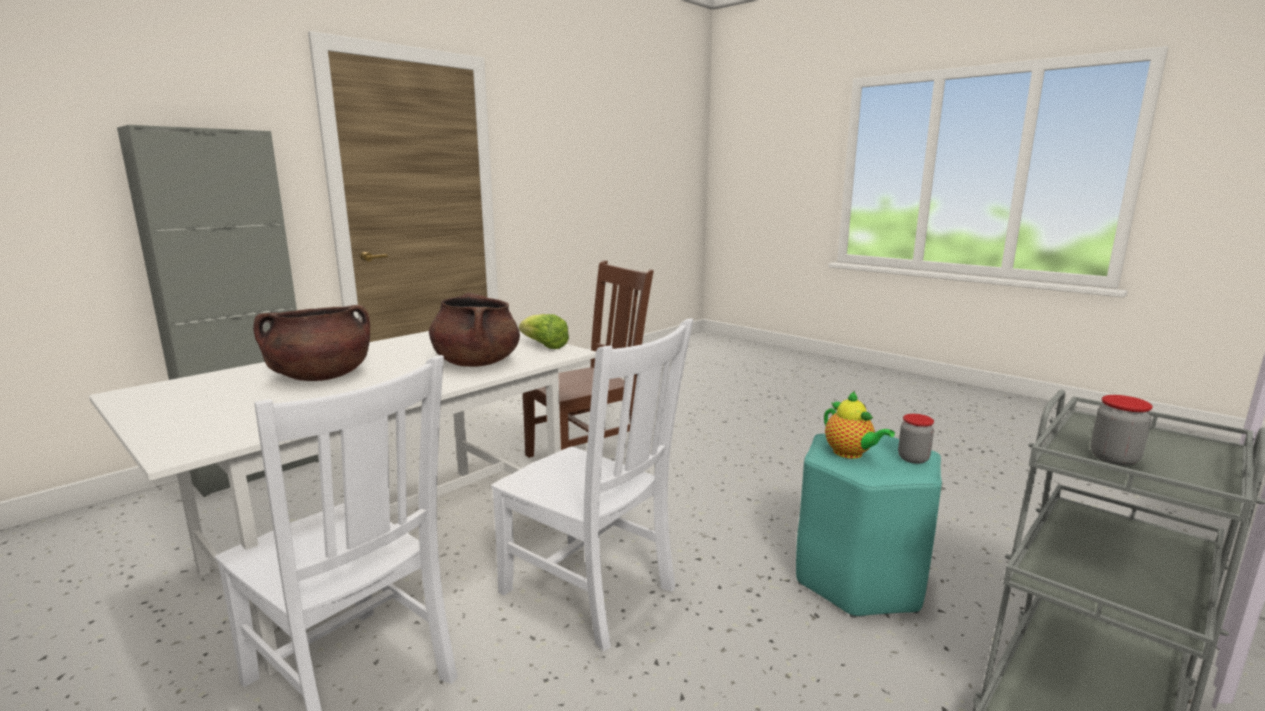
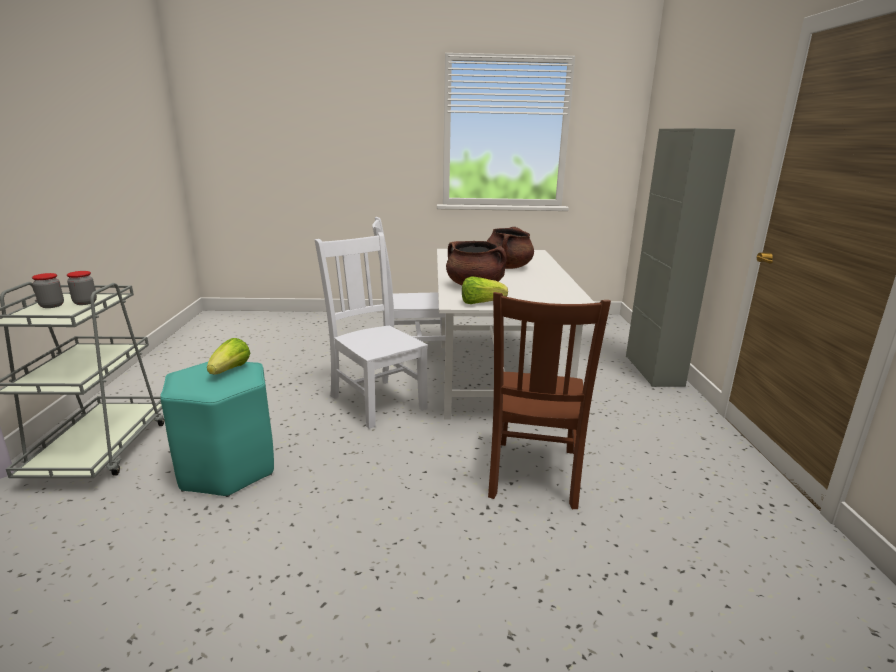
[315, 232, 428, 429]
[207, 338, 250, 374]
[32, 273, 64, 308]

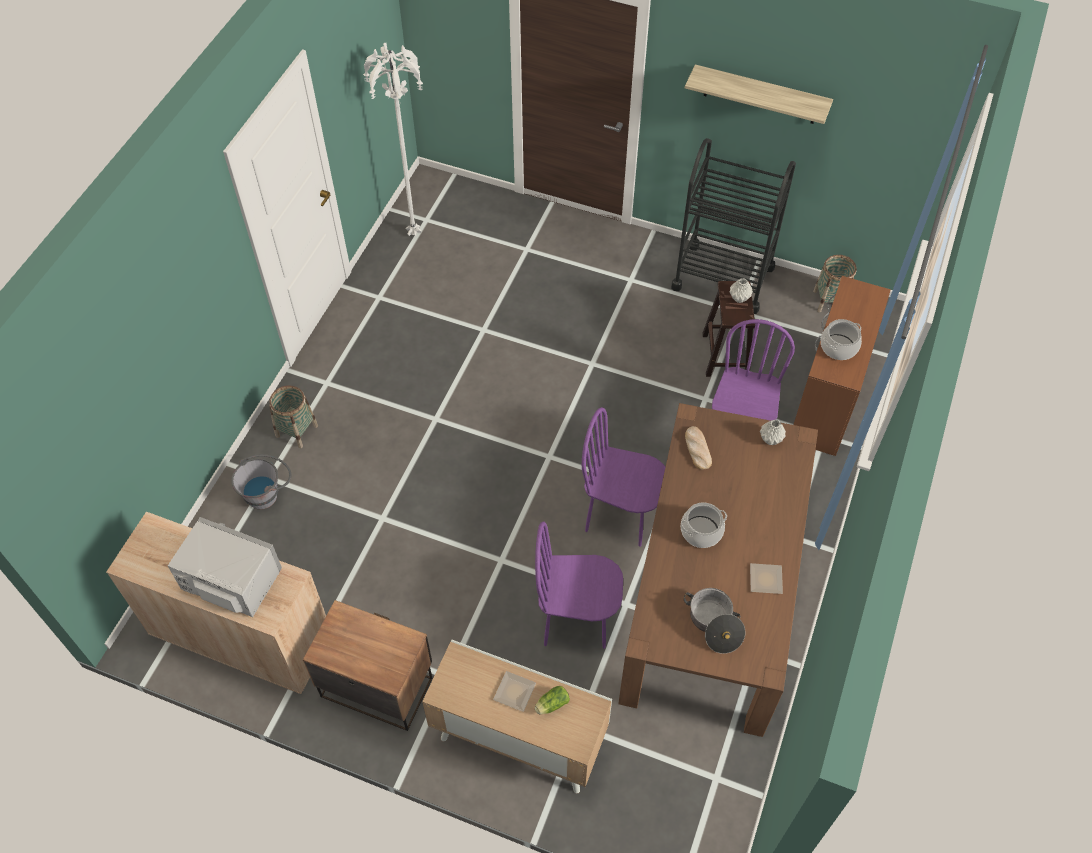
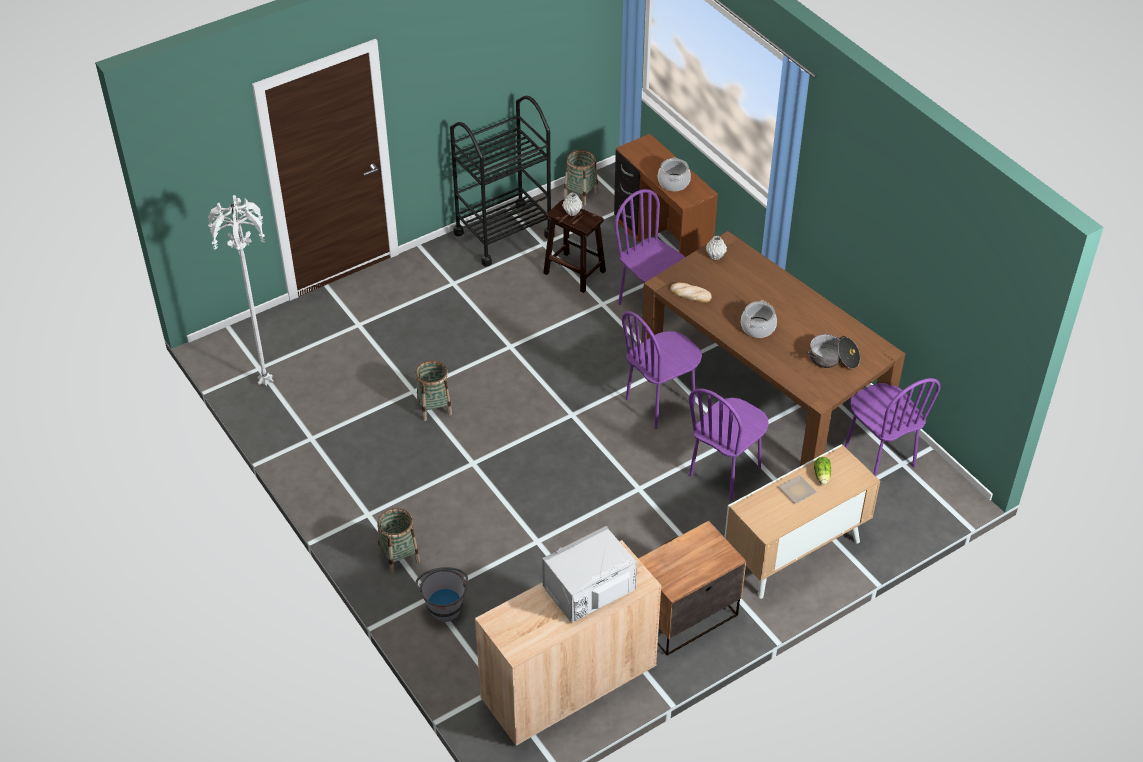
[685, 64, 833, 124] (first image)
[750, 563, 783, 594] (first image)
[415, 360, 452, 421]
[845, 378, 941, 476]

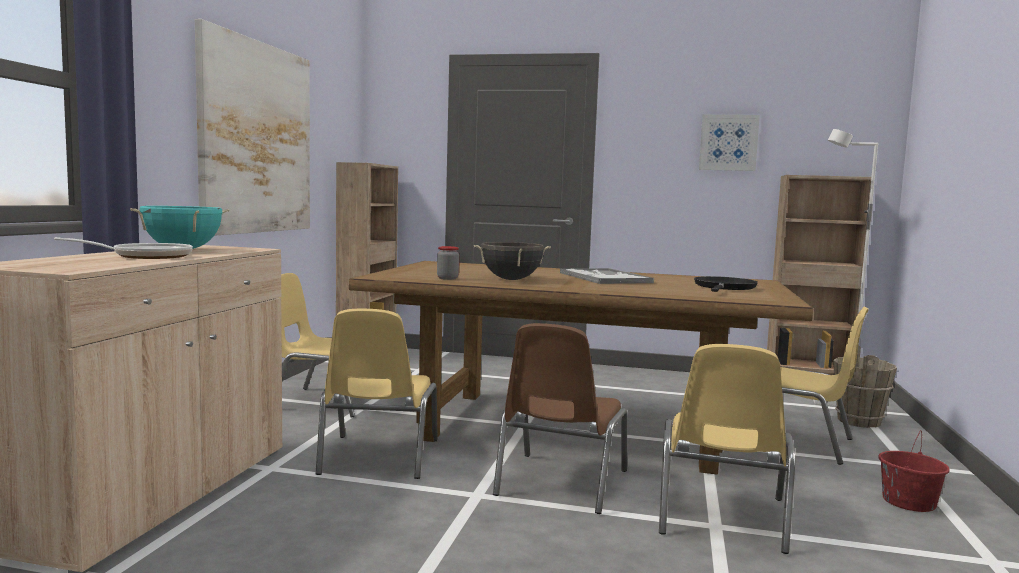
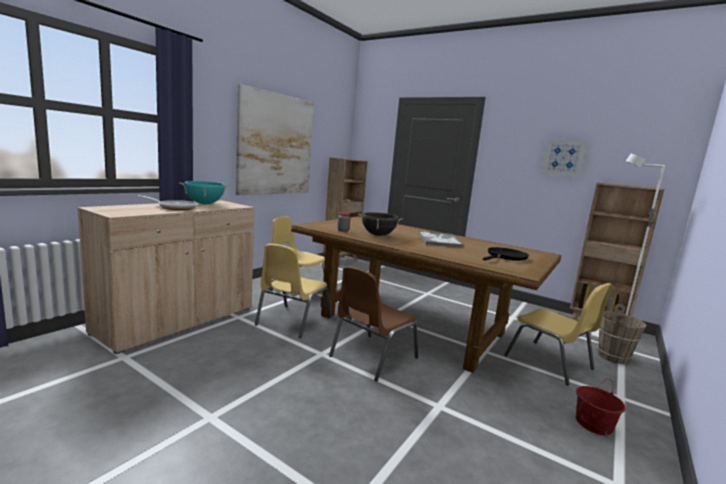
[659, 344, 795, 554] (first image)

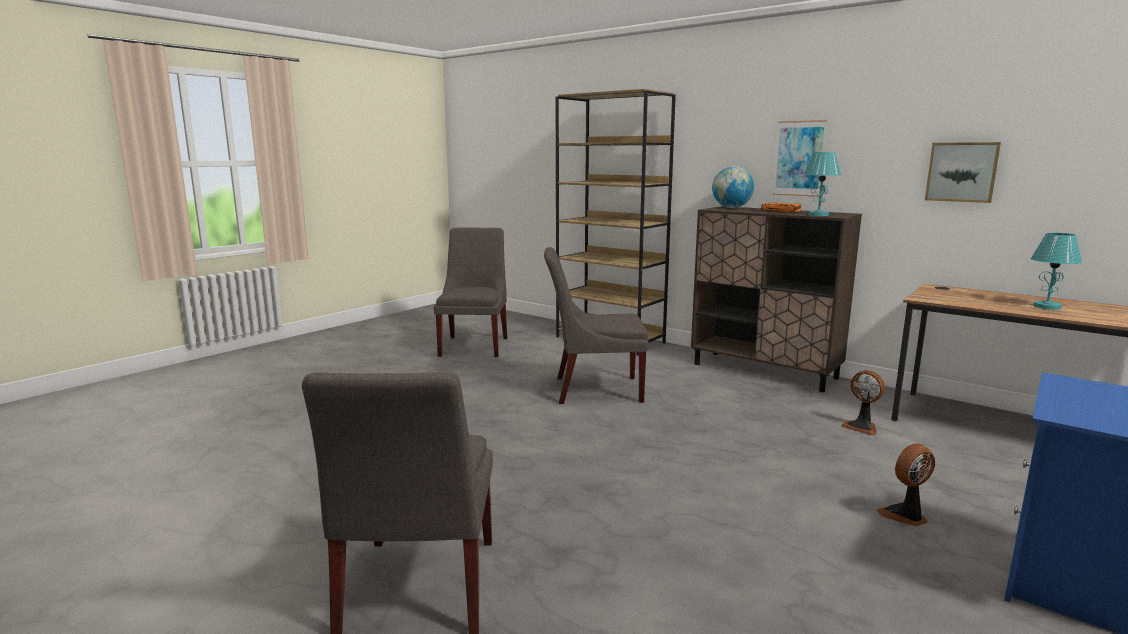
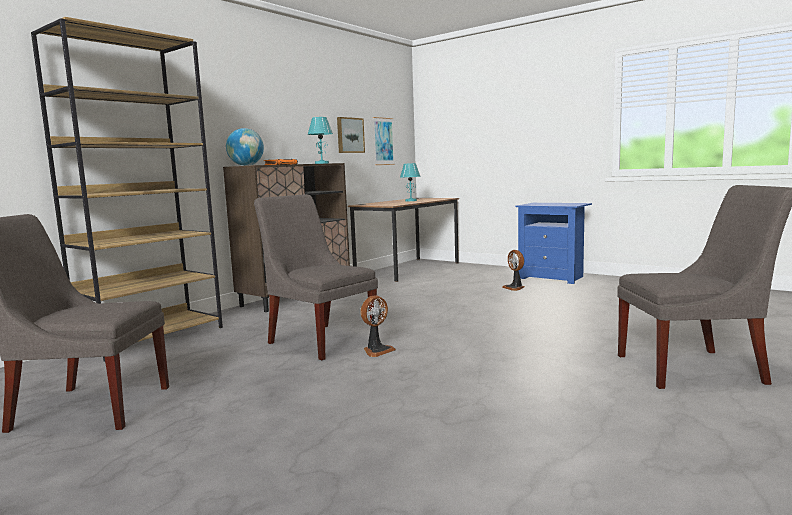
[373, 117, 395, 165]
[254, 194, 378, 360]
[361, 295, 396, 357]

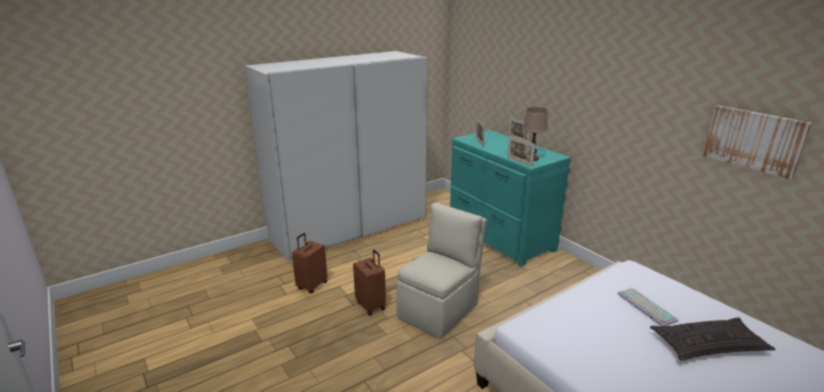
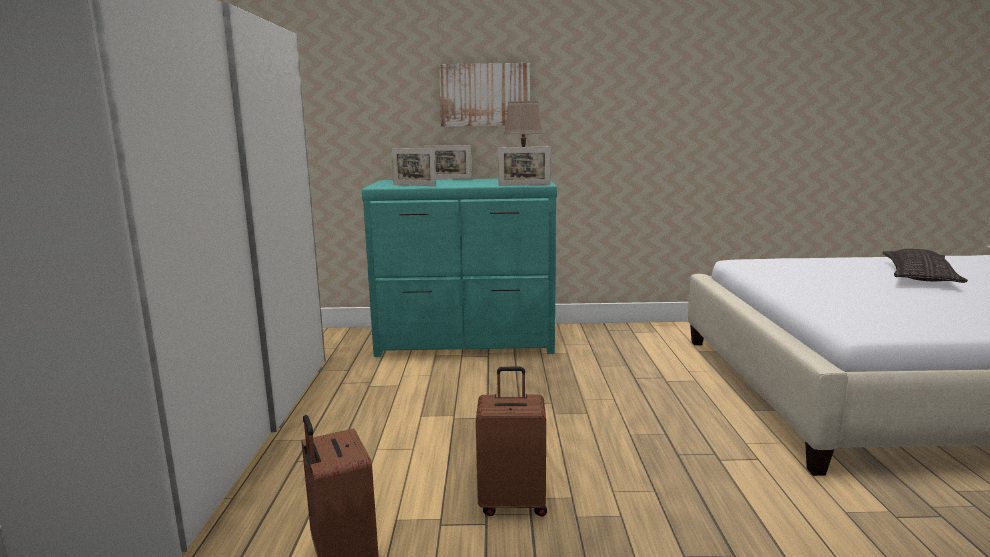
[439, 63, 530, 127]
[396, 203, 487, 339] (first image)
[617, 287, 678, 326] (first image)

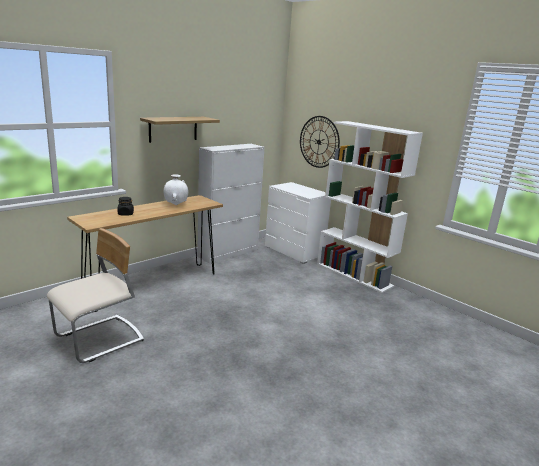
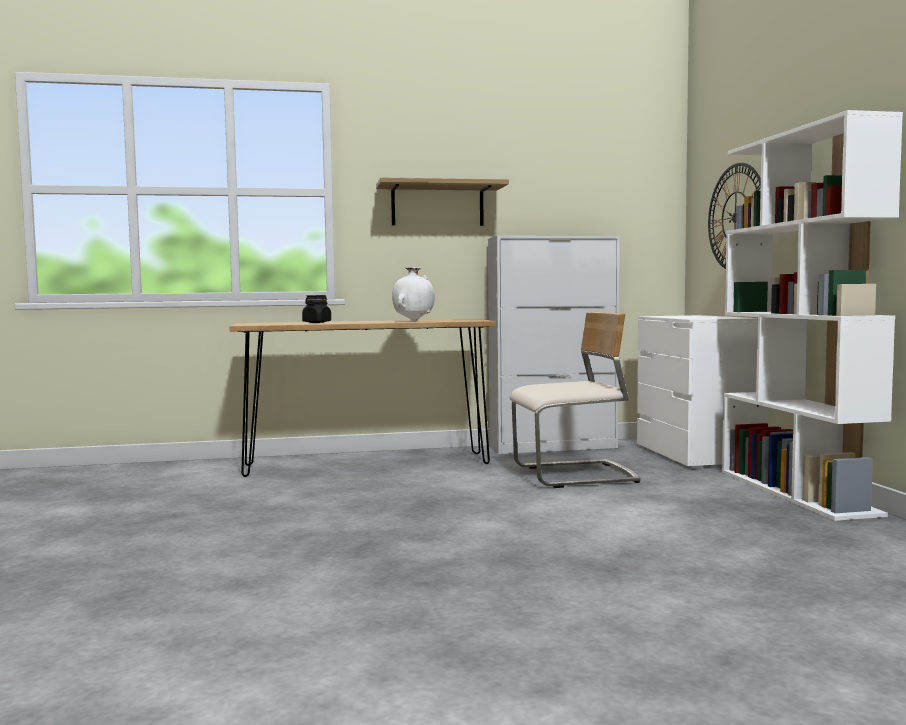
[510, 312, 640, 488]

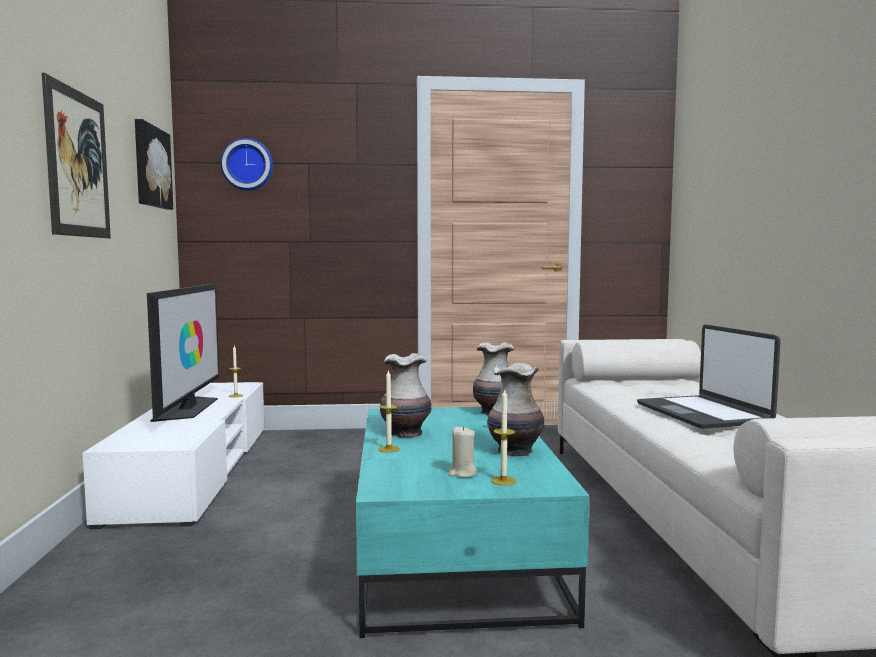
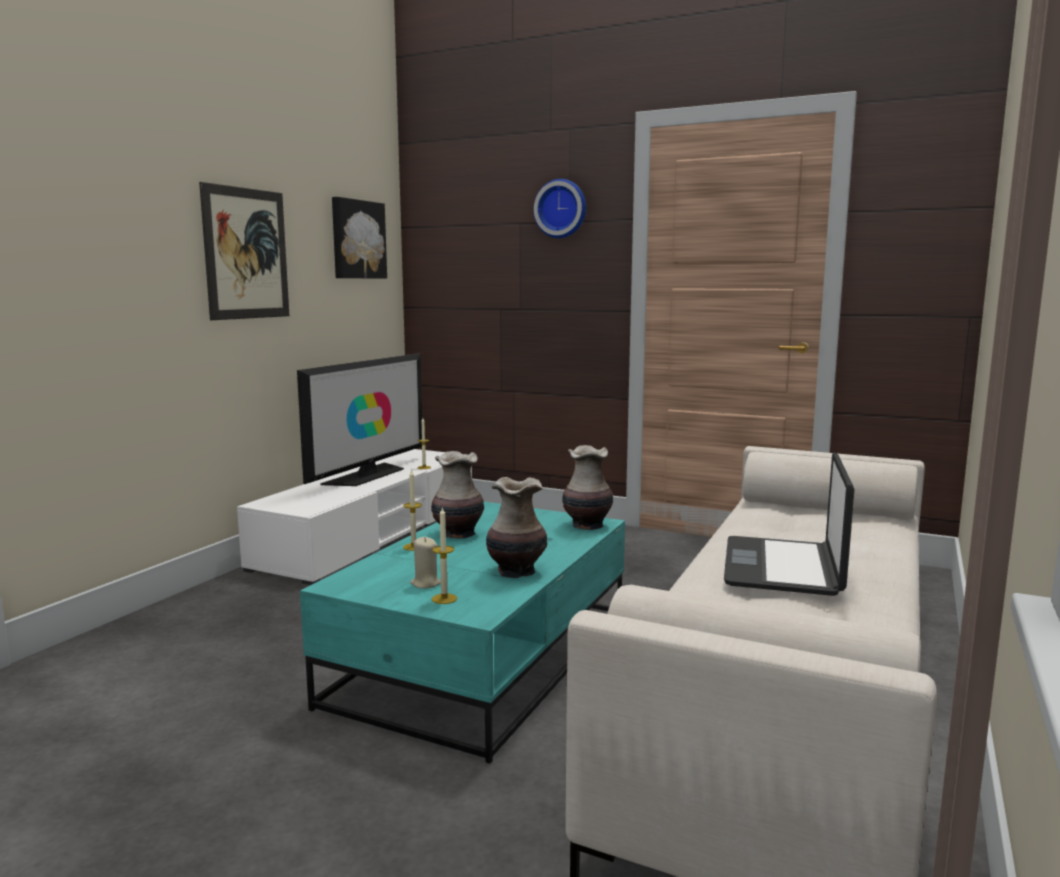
[533, 179, 586, 238]

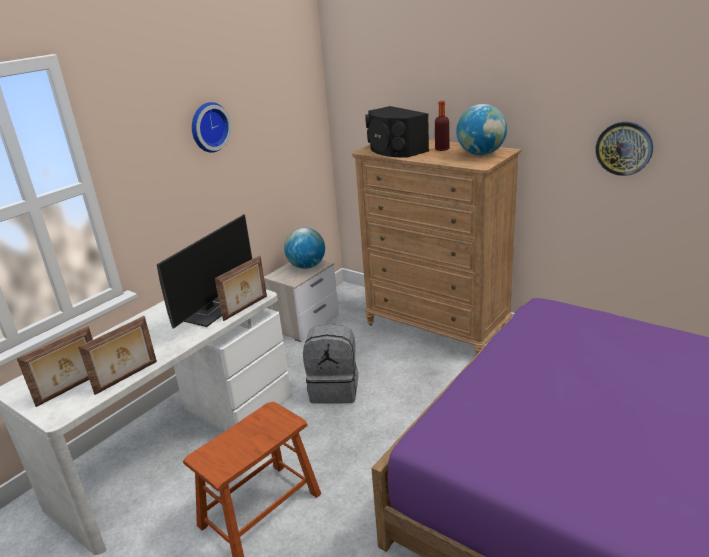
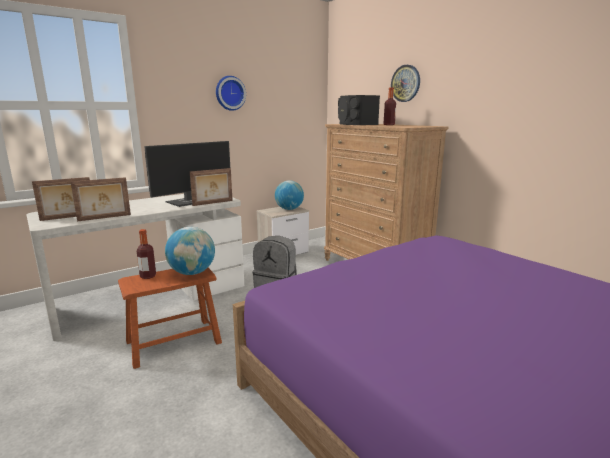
[165, 227, 215, 275]
[391, 65, 420, 102]
[137, 229, 156, 279]

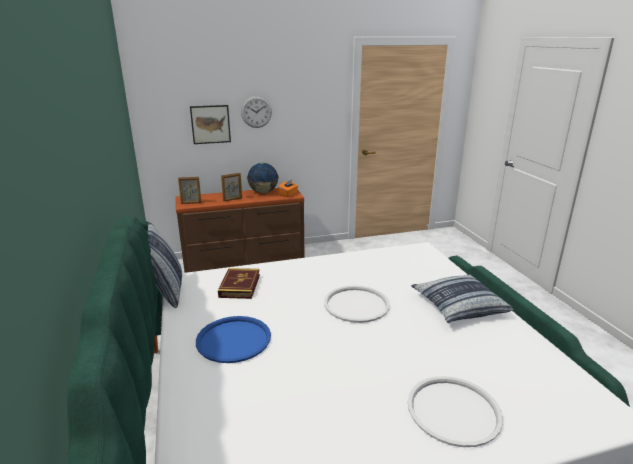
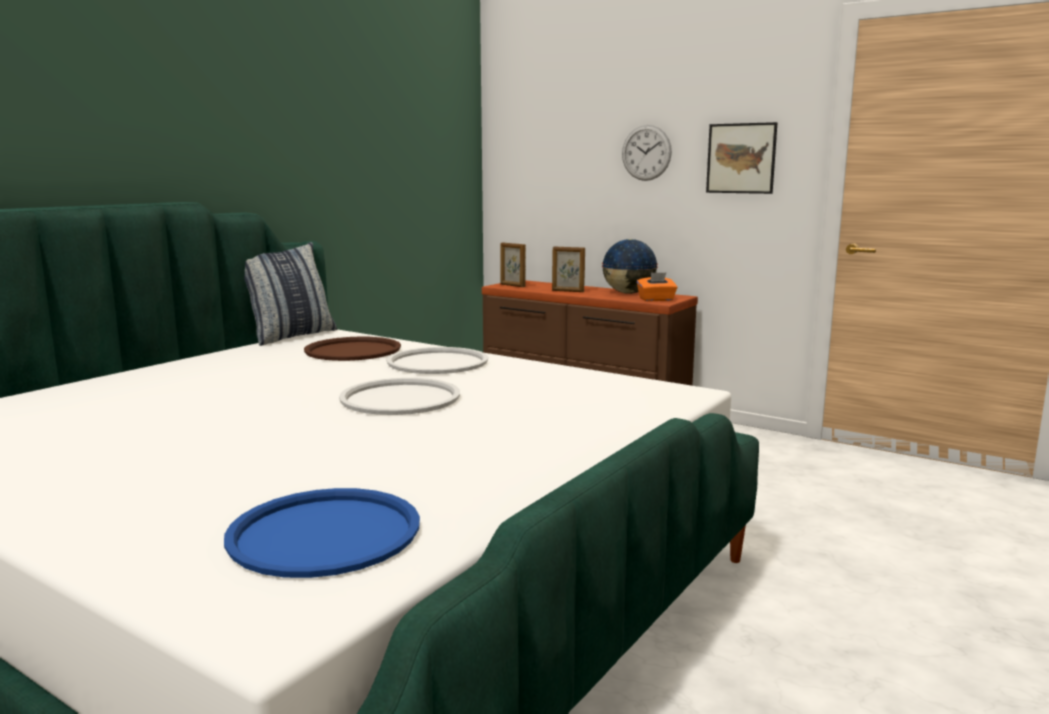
[706, 122, 777, 194]
[304, 337, 401, 361]
[411, 274, 514, 323] (first image)
[224, 488, 420, 578]
[387, 347, 488, 374]

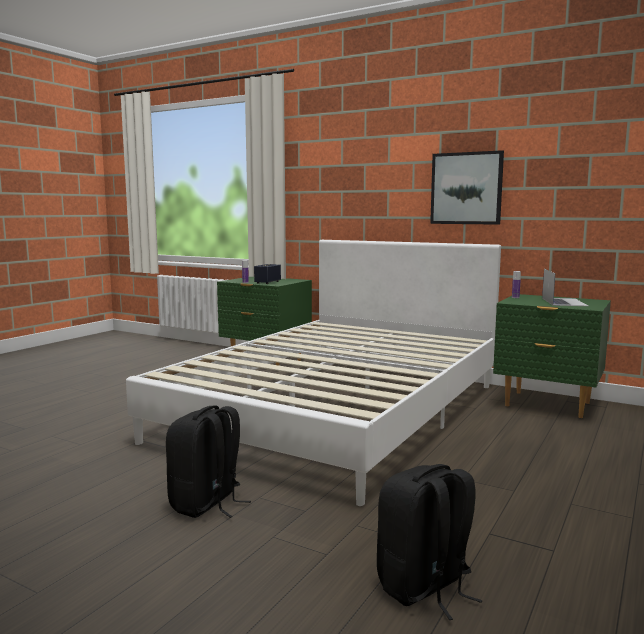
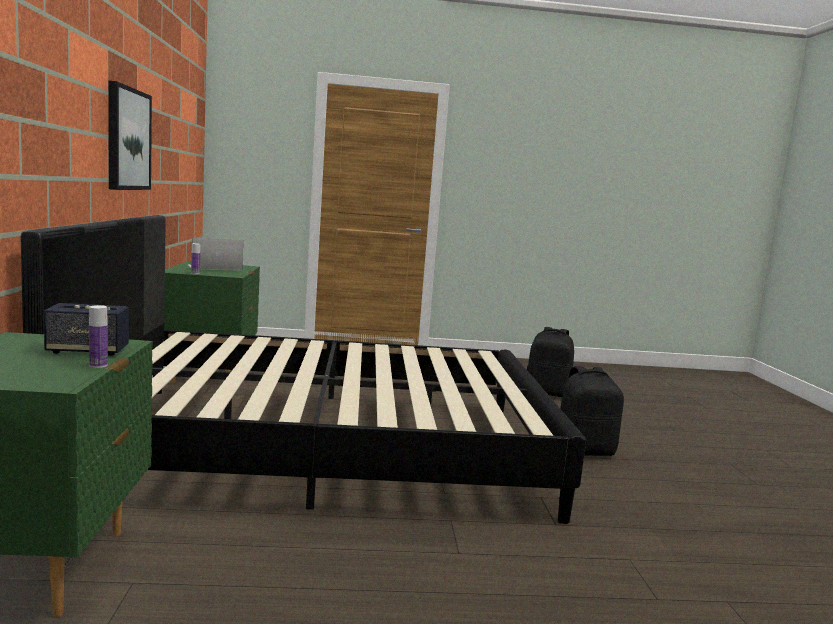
[21, 215, 586, 524]

